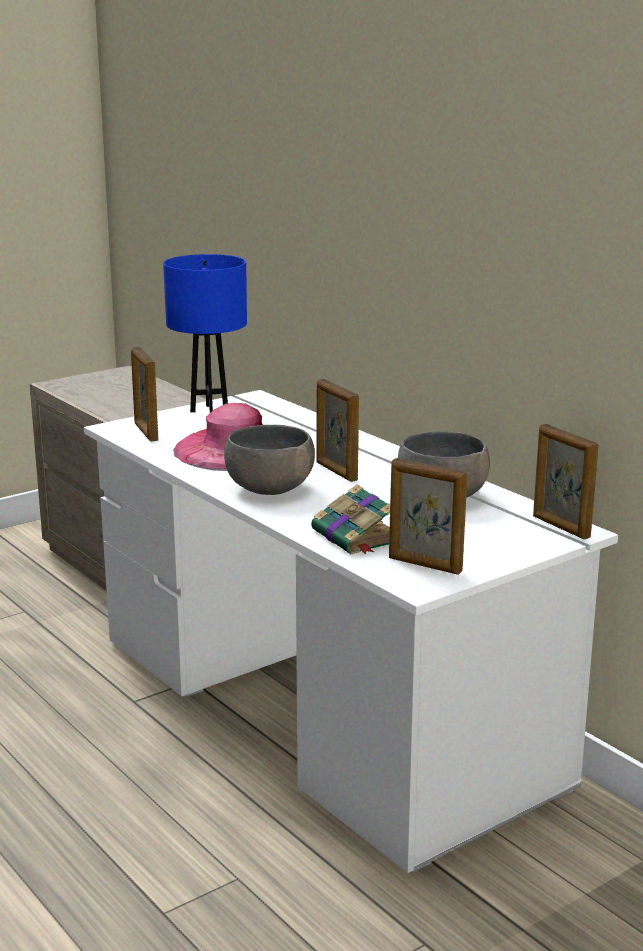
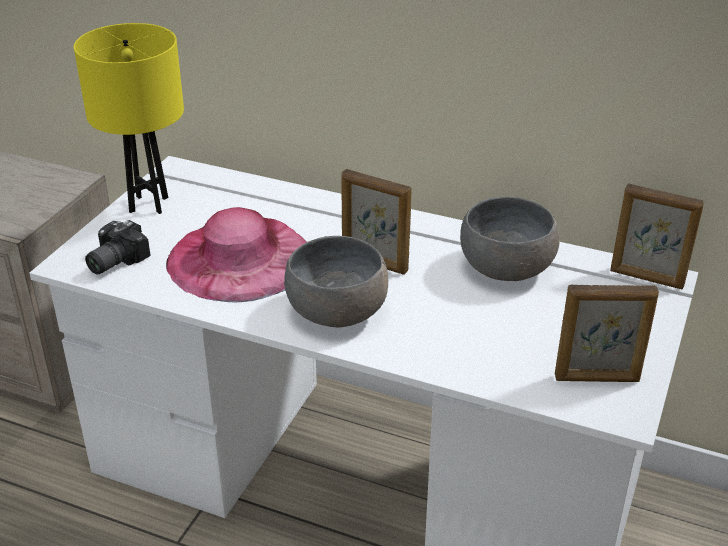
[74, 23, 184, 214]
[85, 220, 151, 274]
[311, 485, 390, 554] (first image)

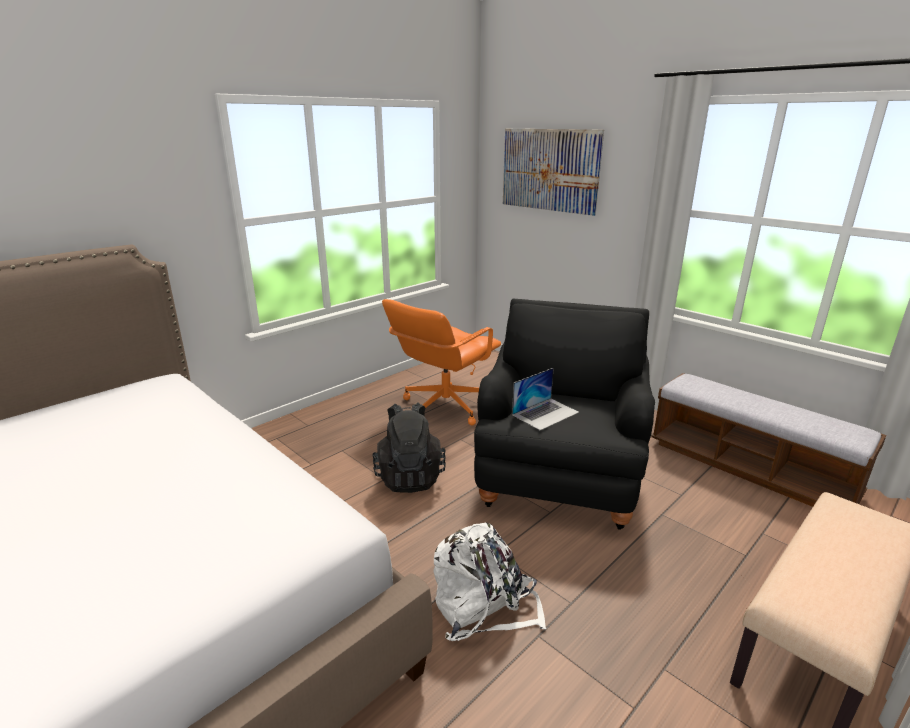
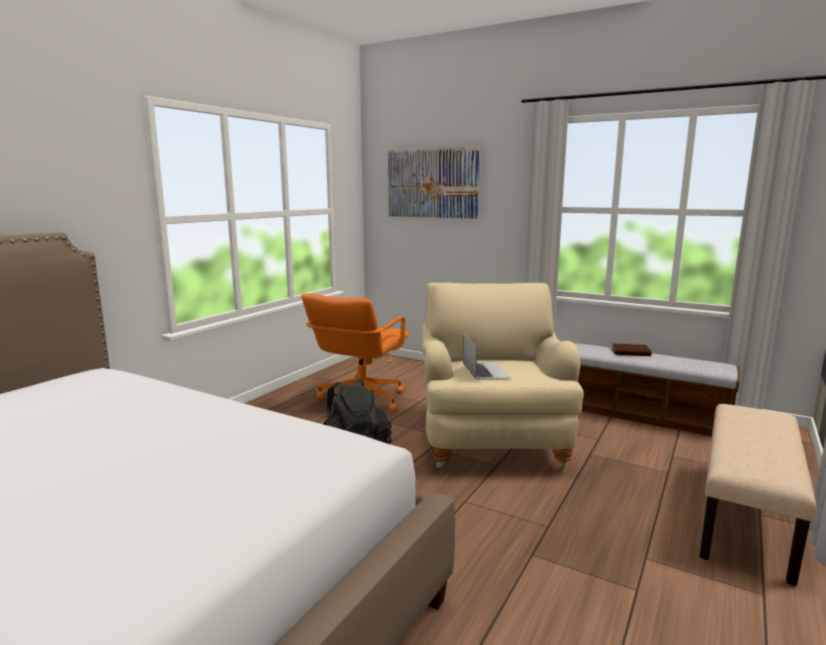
[422, 283, 584, 468]
[463, 334, 511, 380]
[433, 523, 546, 641] (first image)
[611, 344, 652, 356]

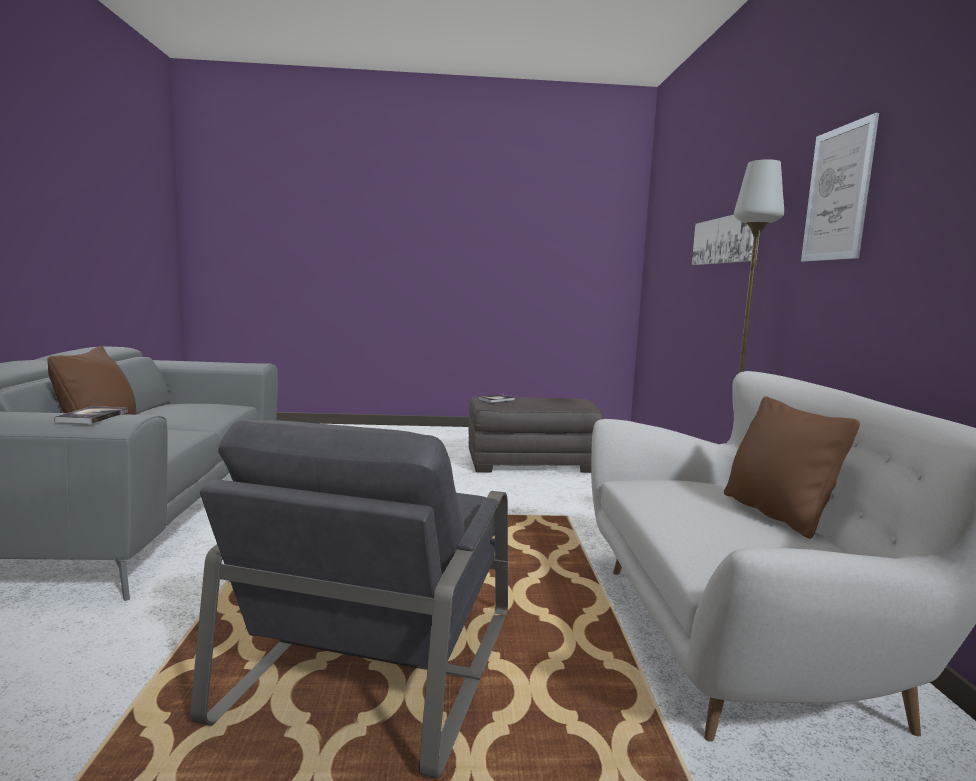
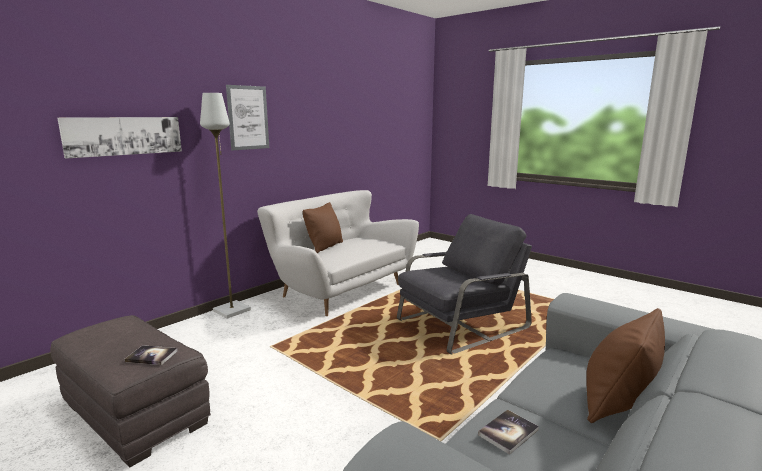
[478, 410, 539, 455]

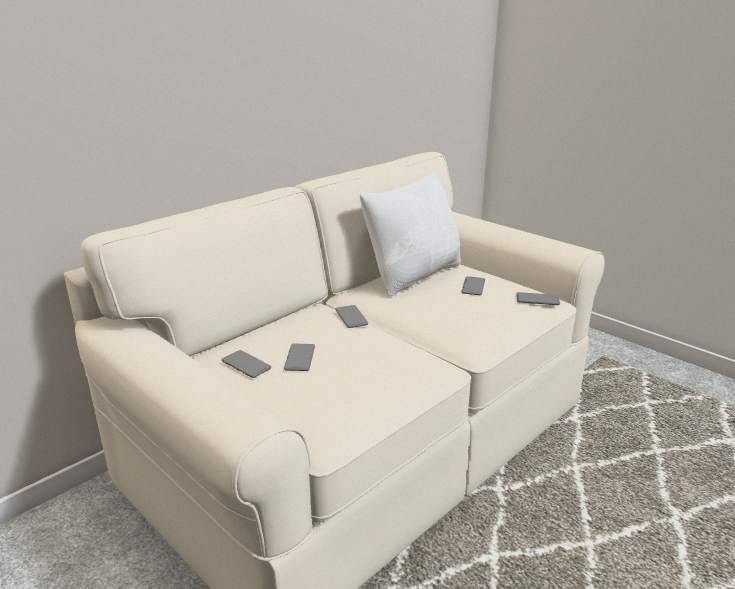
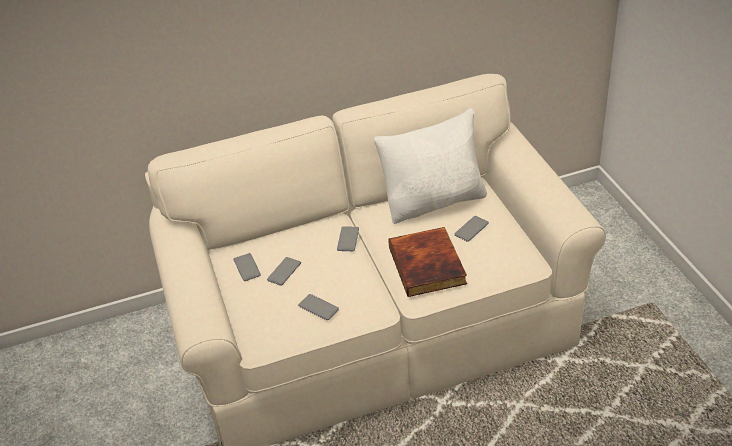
[298, 294, 339, 320]
[388, 227, 467, 297]

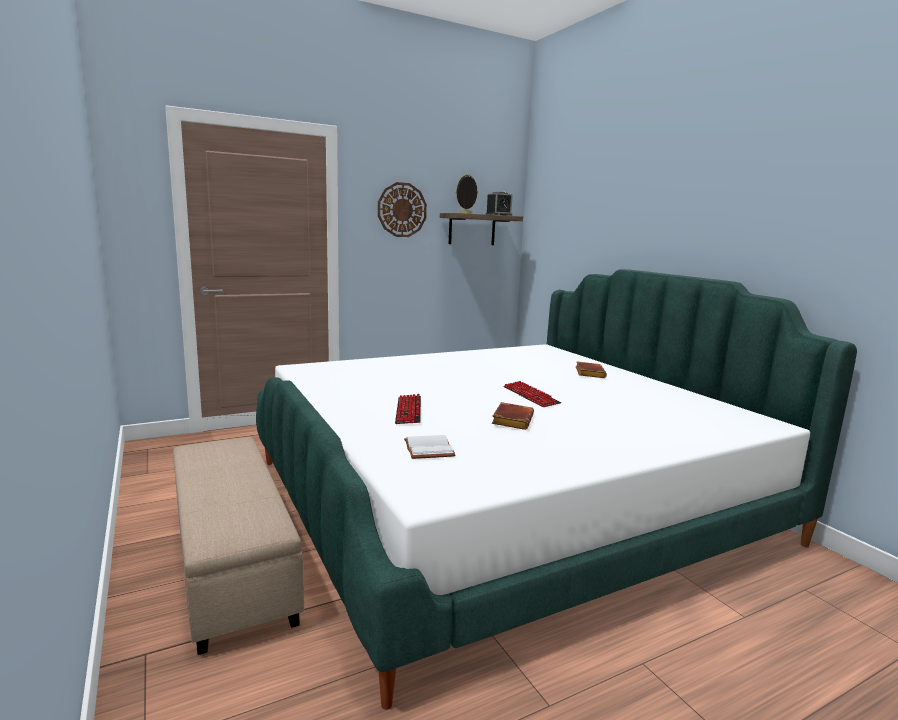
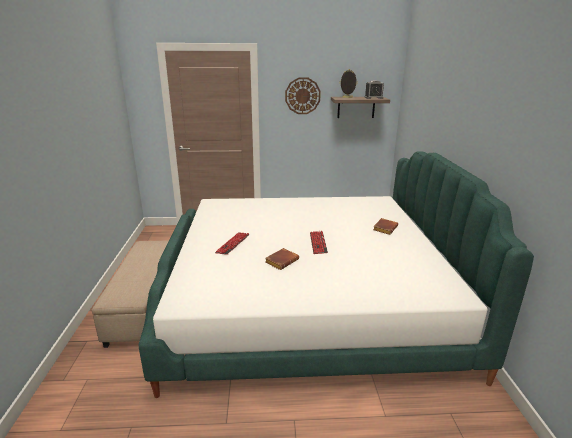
[404, 435, 455, 459] (first image)

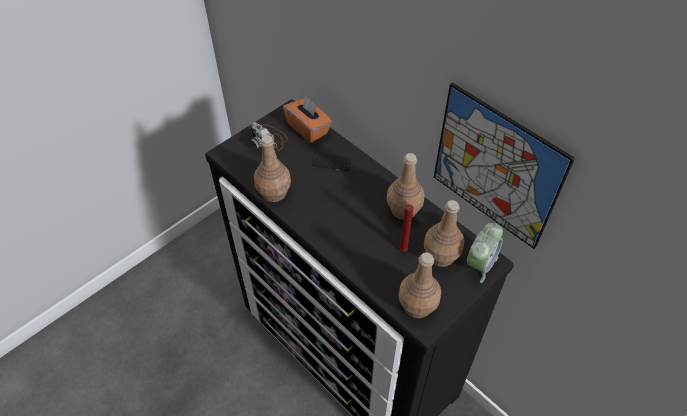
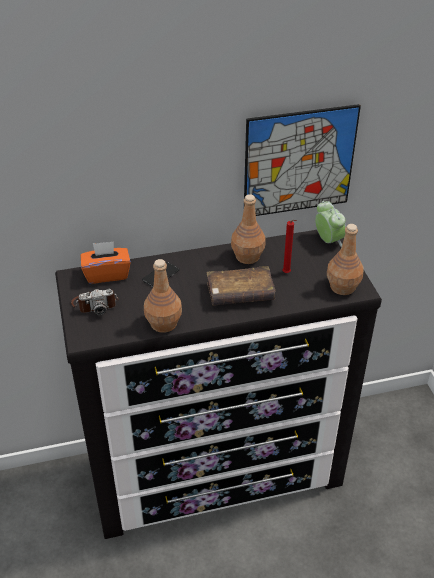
[424, 200, 464, 267] (first image)
[206, 266, 275, 306]

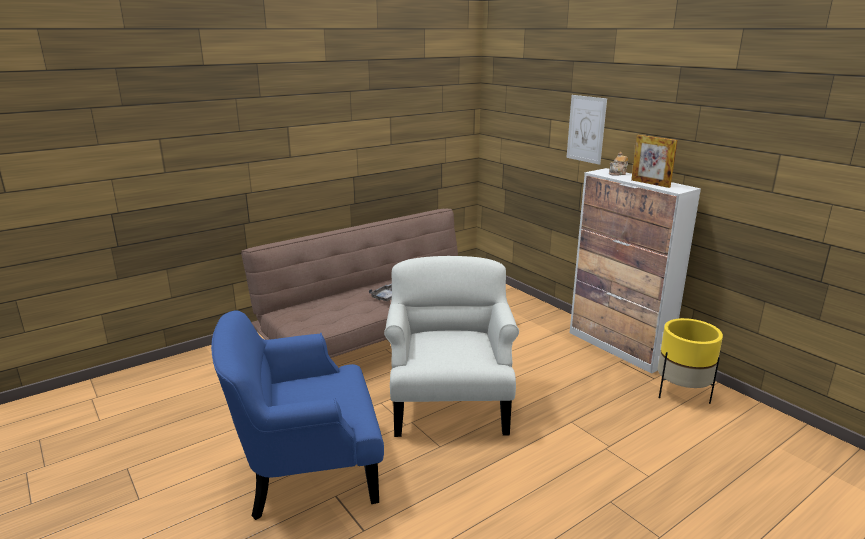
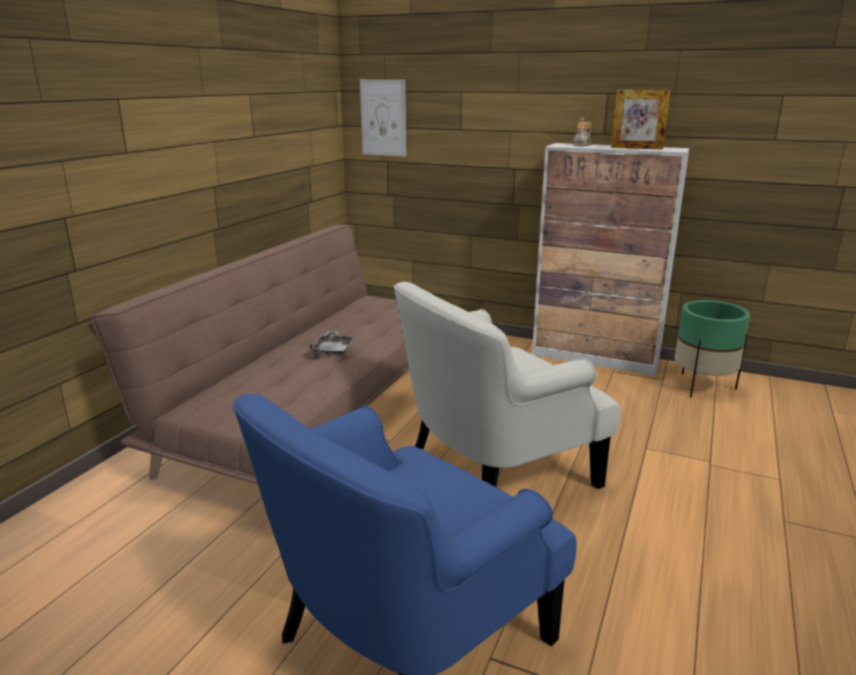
[360, 79, 406, 157]
[394, 282, 621, 489]
[675, 300, 750, 397]

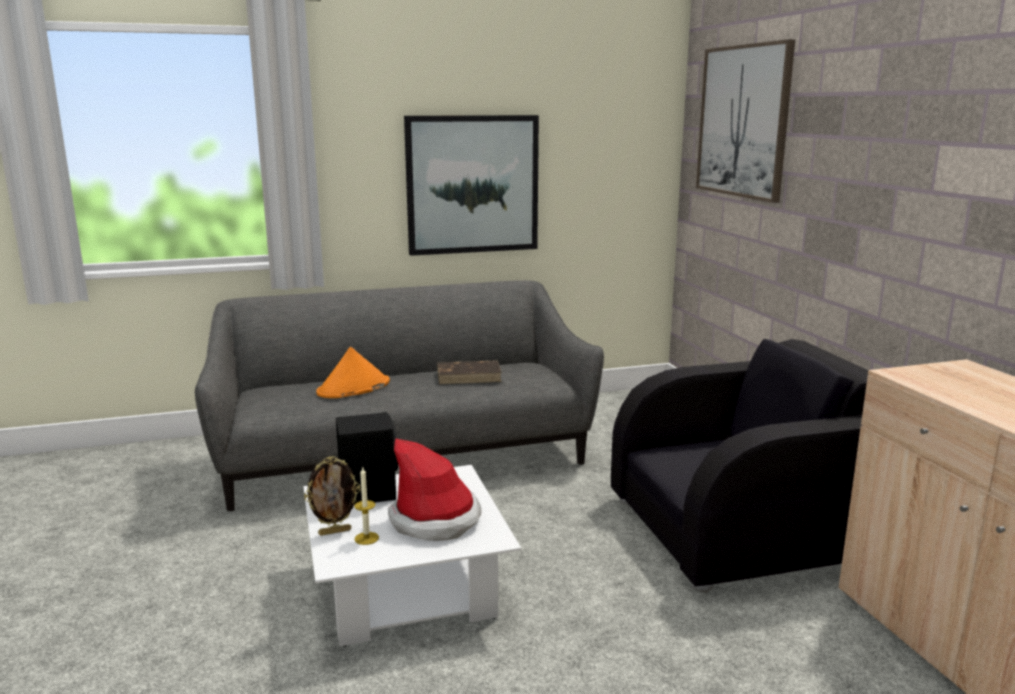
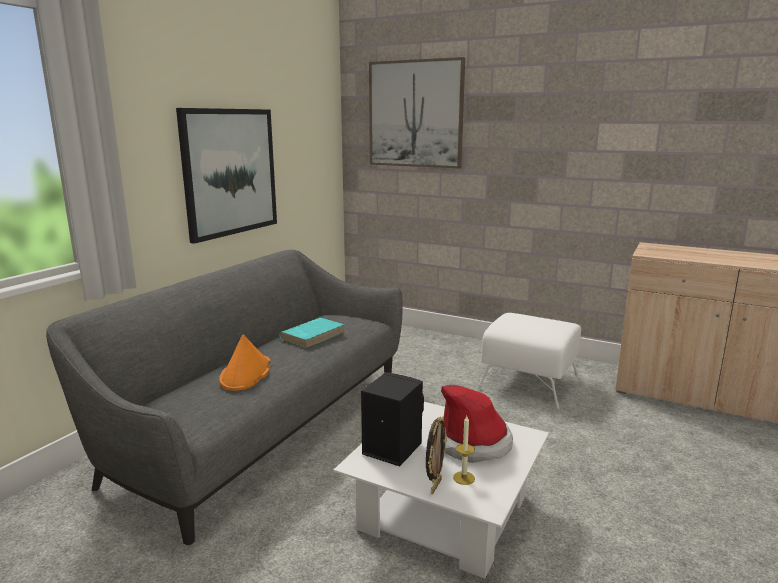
[477, 313, 581, 409]
[279, 318, 345, 348]

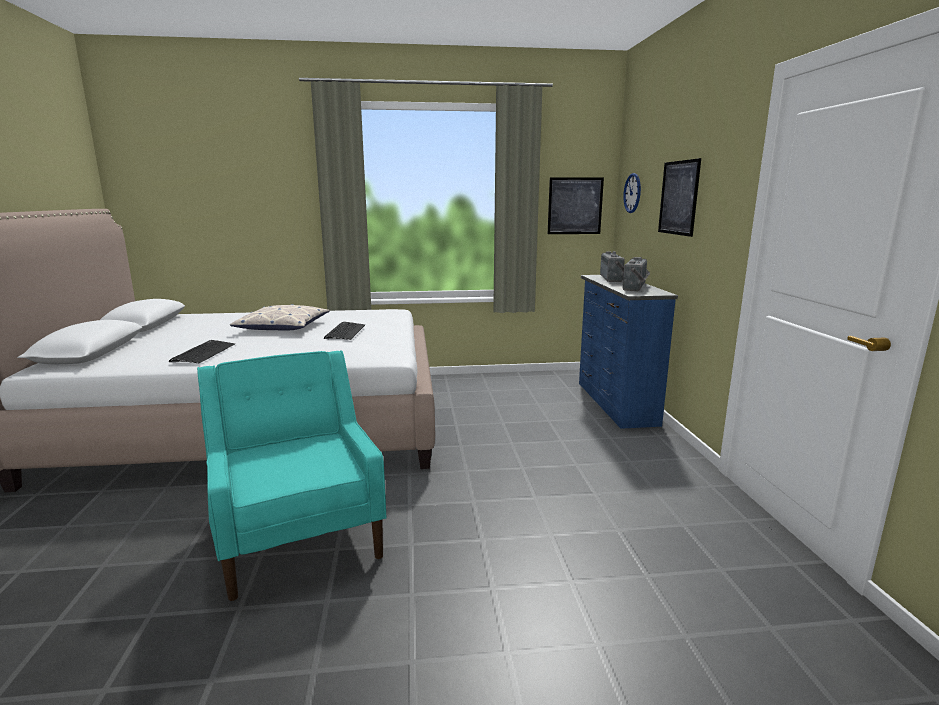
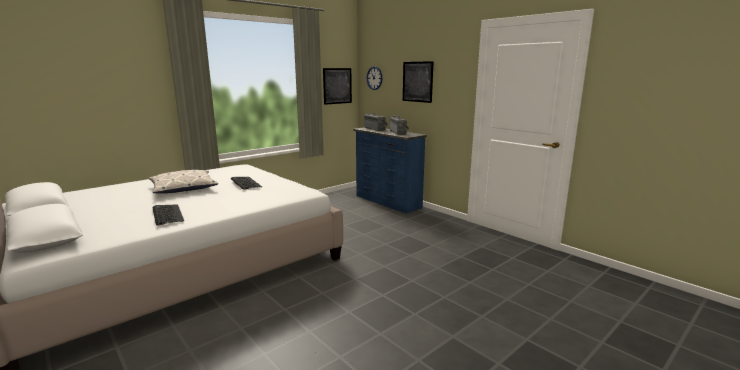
[197, 350, 387, 601] (first image)

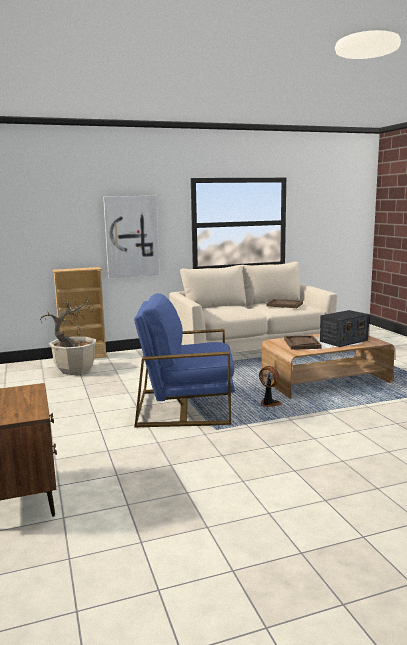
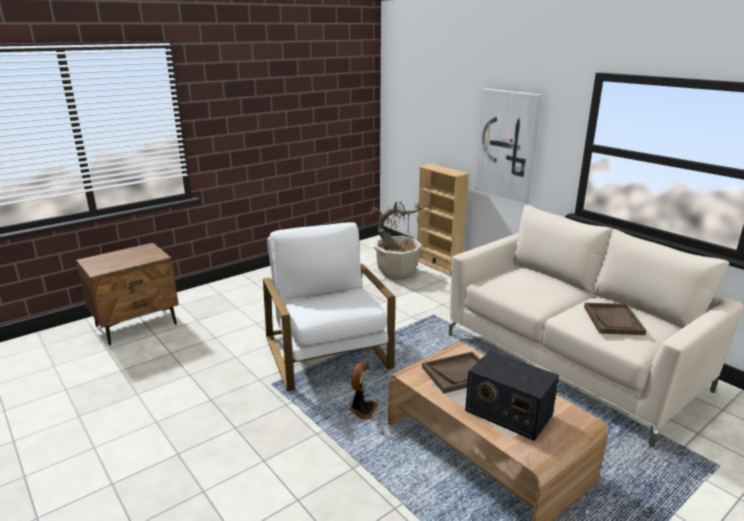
[263, 222, 395, 391]

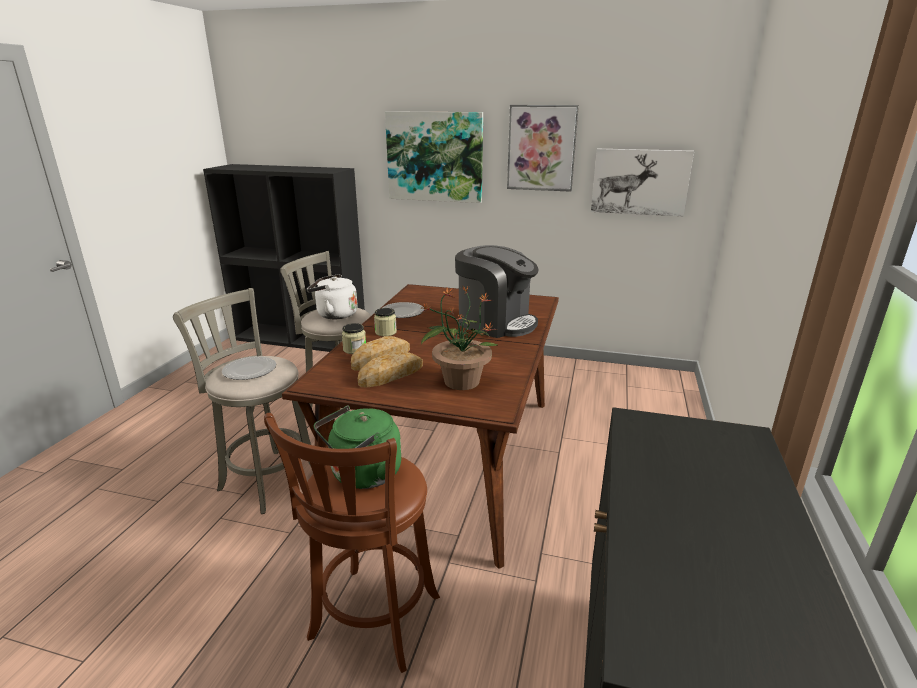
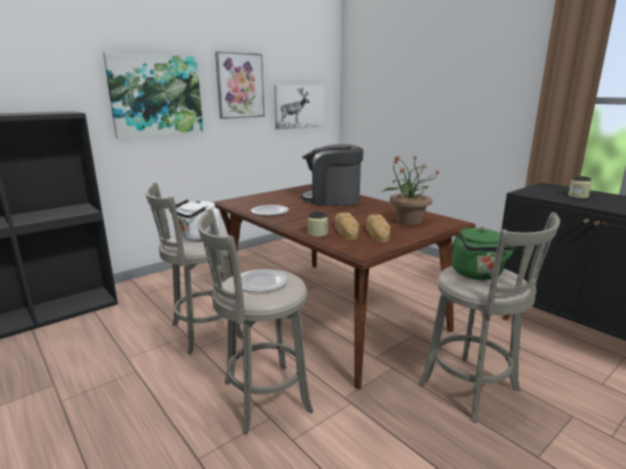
[301, 144, 363, 206]
[568, 176, 592, 198]
[419, 212, 560, 423]

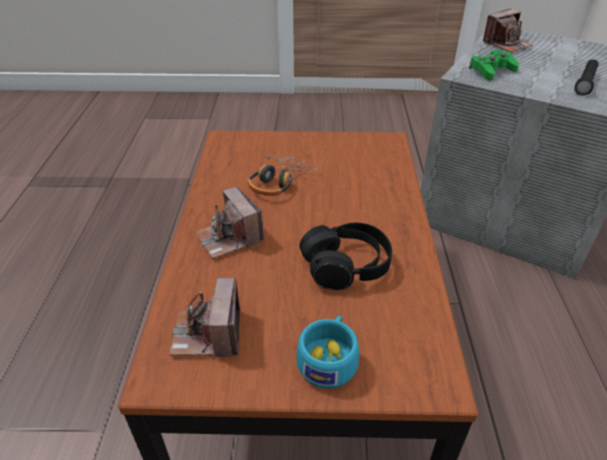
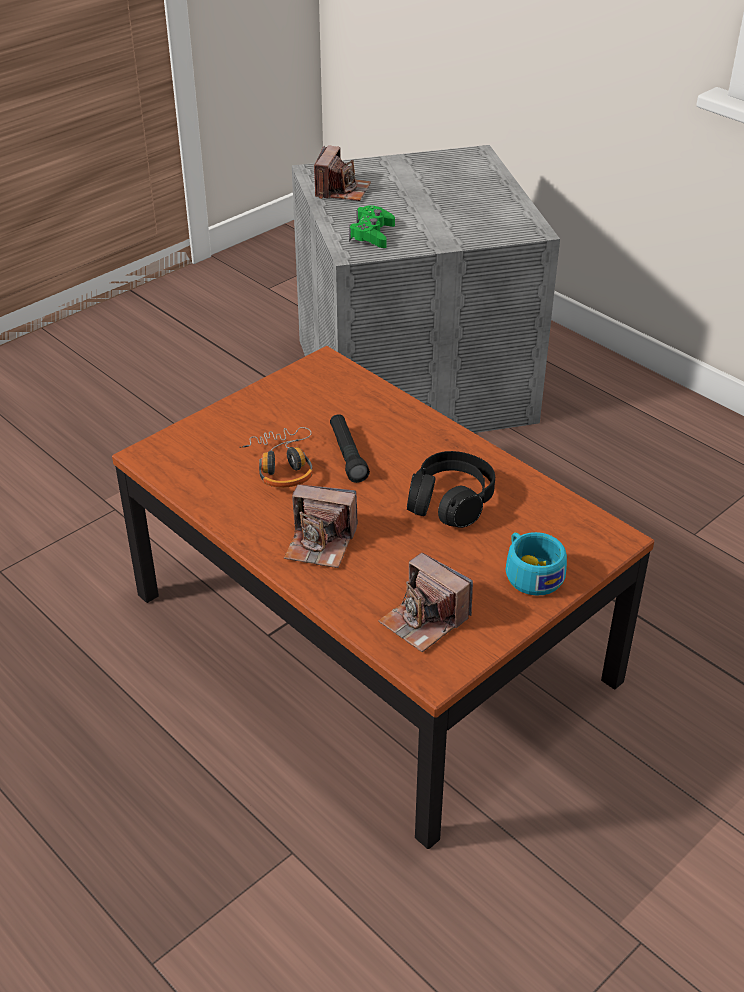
[330, 414, 370, 483]

